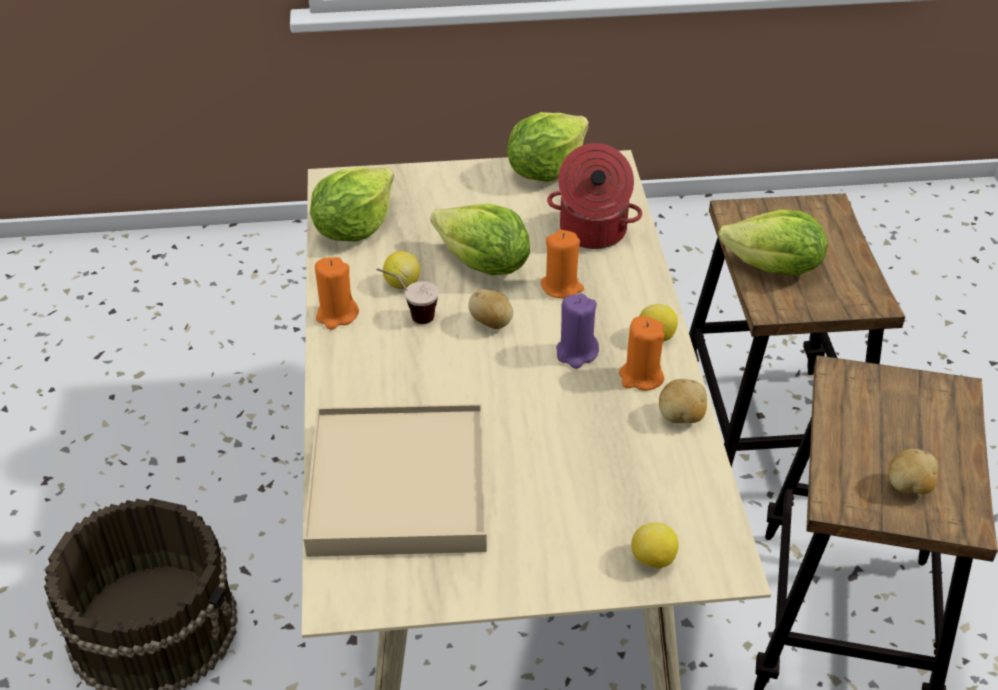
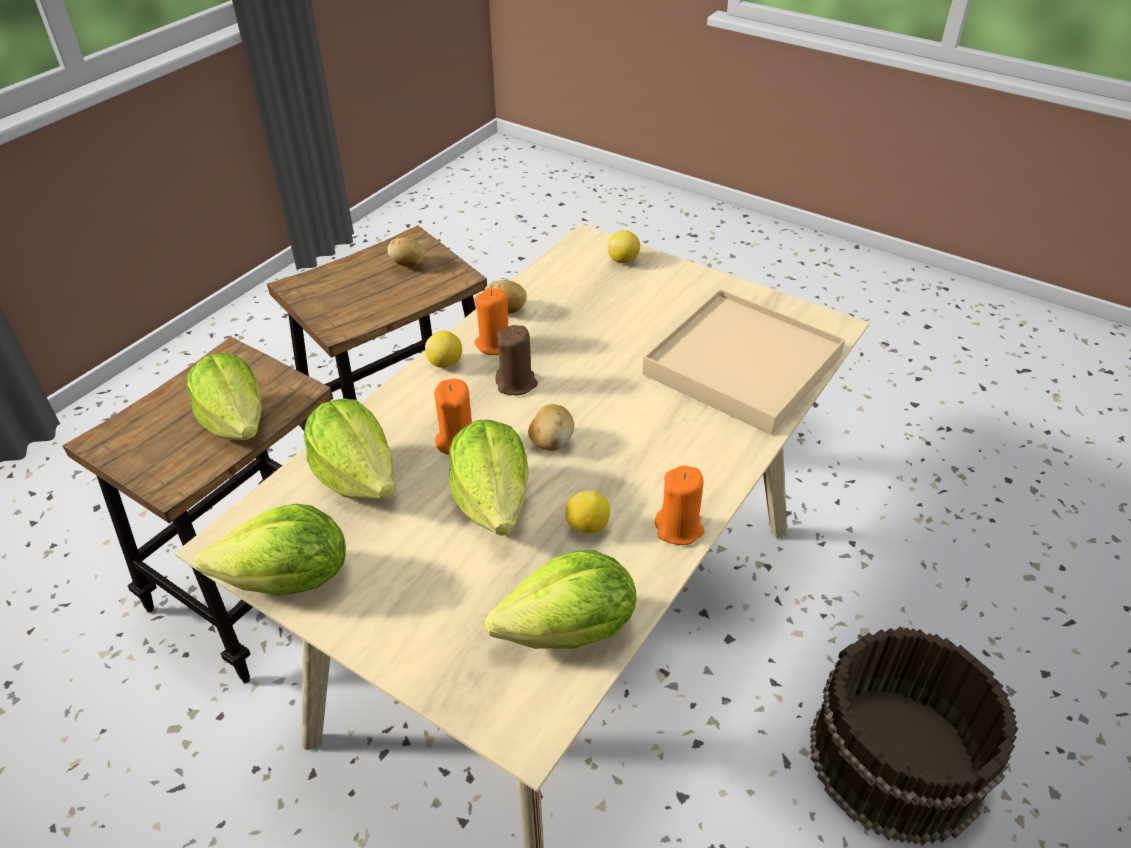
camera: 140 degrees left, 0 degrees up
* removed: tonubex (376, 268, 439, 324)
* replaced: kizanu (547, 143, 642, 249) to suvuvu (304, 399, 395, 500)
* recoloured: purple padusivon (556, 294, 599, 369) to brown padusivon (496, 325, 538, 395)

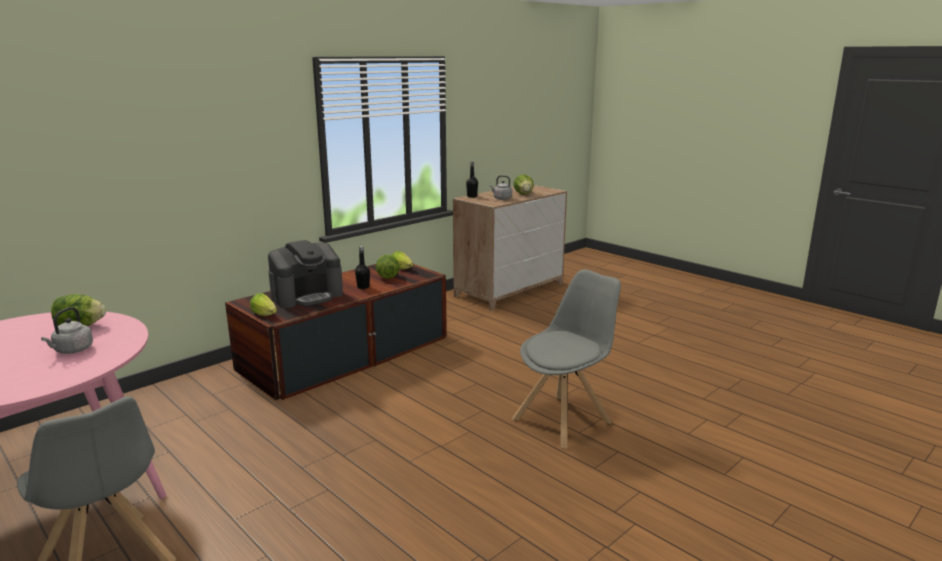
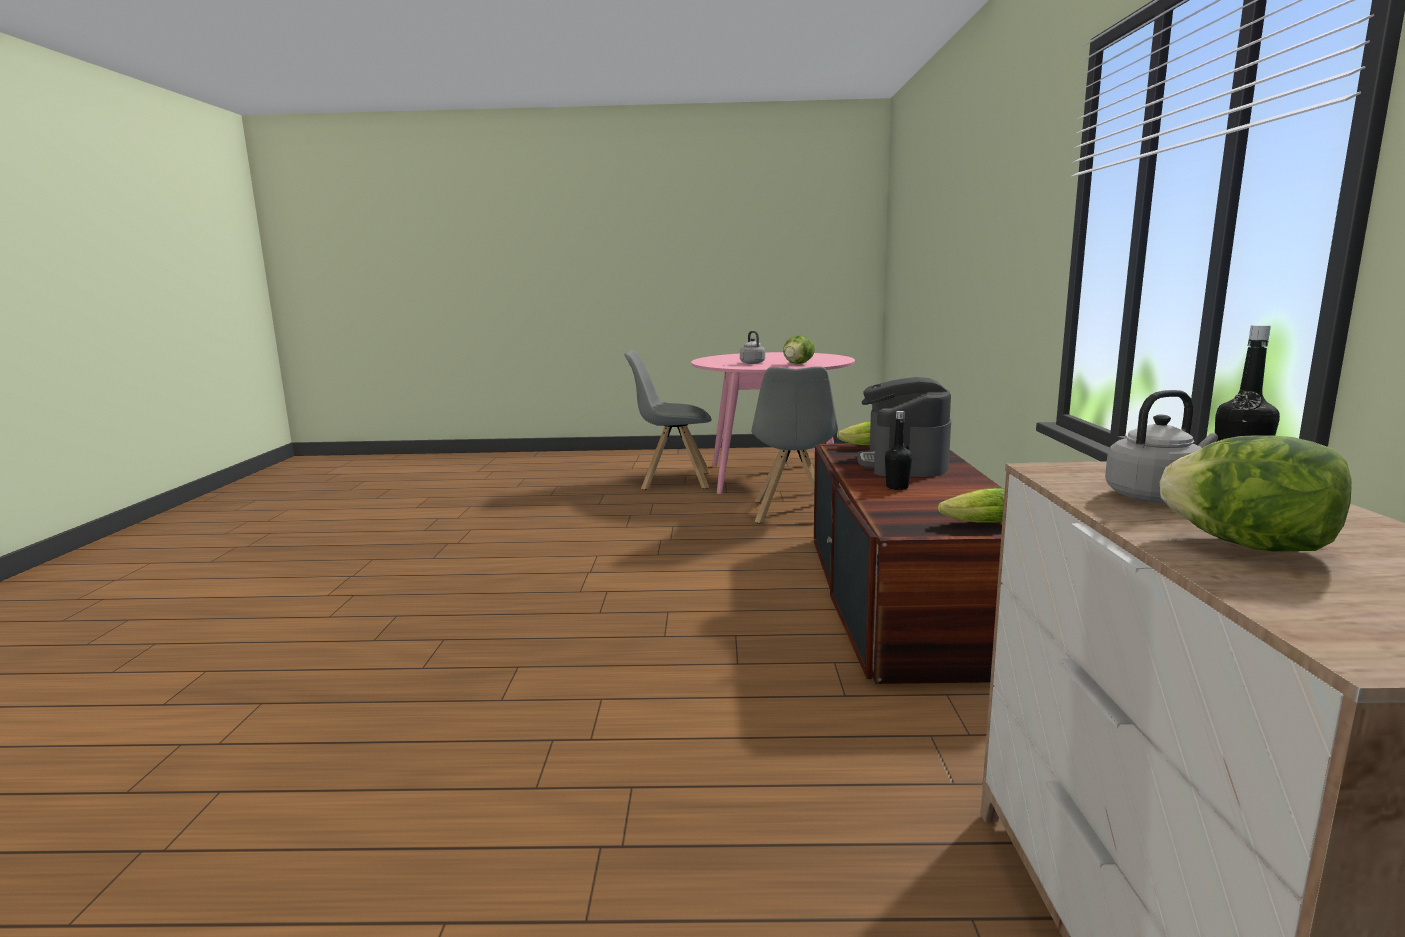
camera: 135 degrees right, 5 degrees down
* removed: suvuvu (376, 255, 400, 279)
* moved: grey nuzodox (512, 269, 621, 449) to (751, 366, 838, 523)

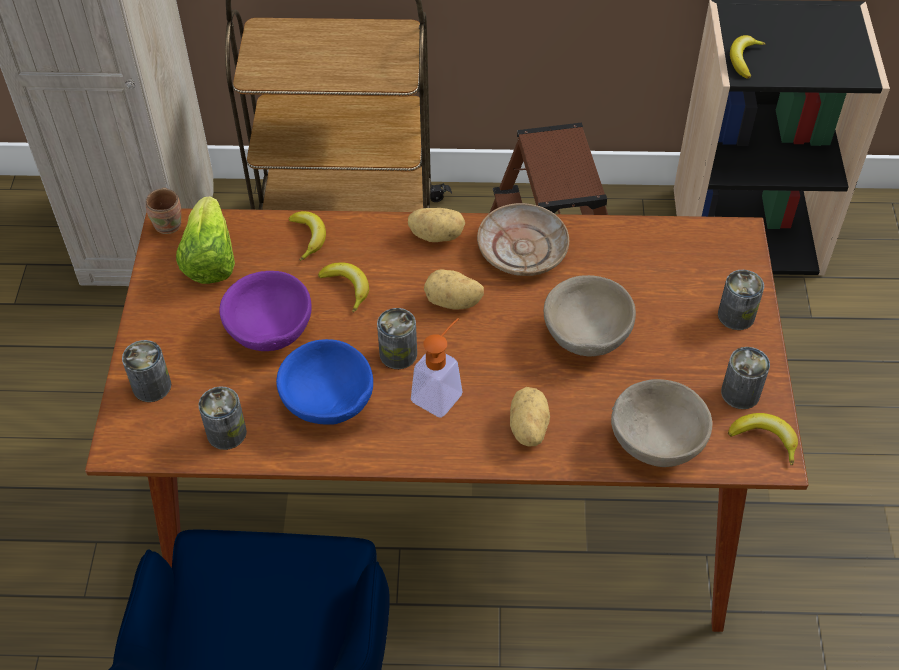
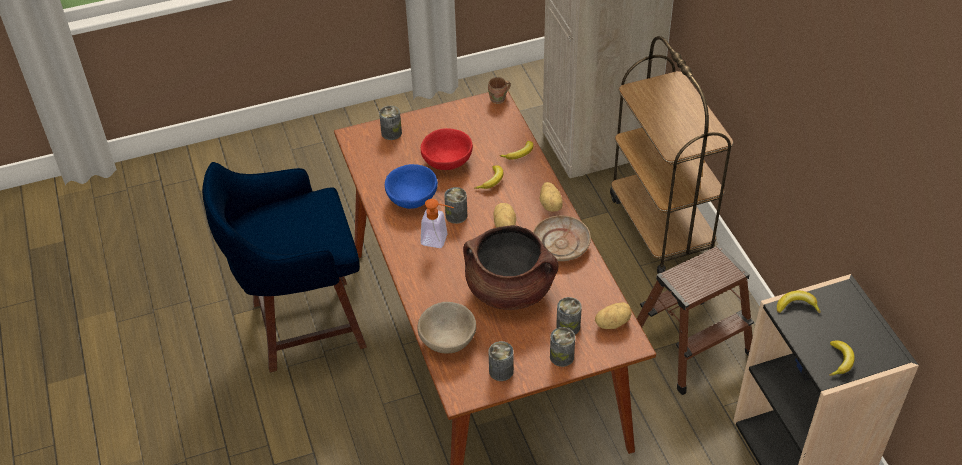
camera: 70 degrees right, 5 degrees down
* removed: suvuvu (176, 197, 235, 284)
* moved: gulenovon (198, 386, 247, 450) to (556, 297, 582, 335)
* recoloured: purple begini (220, 271, 312, 351) to red begini (421, 128, 473, 170)
* moved: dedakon (510, 387, 550, 447) to (595, 302, 632, 329)
* replaced: beige begini (544, 275, 636, 357) to brown kizanu (463, 225, 558, 310)
* moved: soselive (728, 413, 798, 465) to (829, 340, 855, 376)

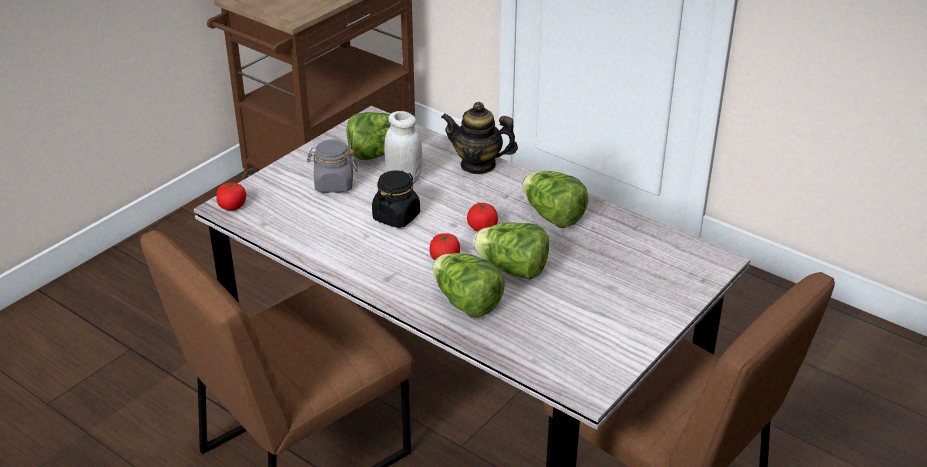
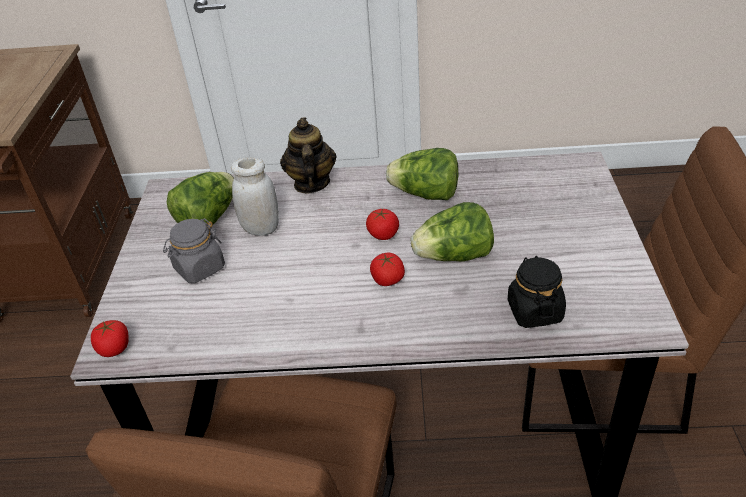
camera: 35 degrees left, 5 degrees up
* moved: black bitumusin (372, 171, 420, 228) to (508, 256, 566, 328)
* removed: suvuvu (432, 253, 505, 318)
* turned: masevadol (441, 102, 518, 174) = (280, 117, 337, 193) 105 degrees clockwise

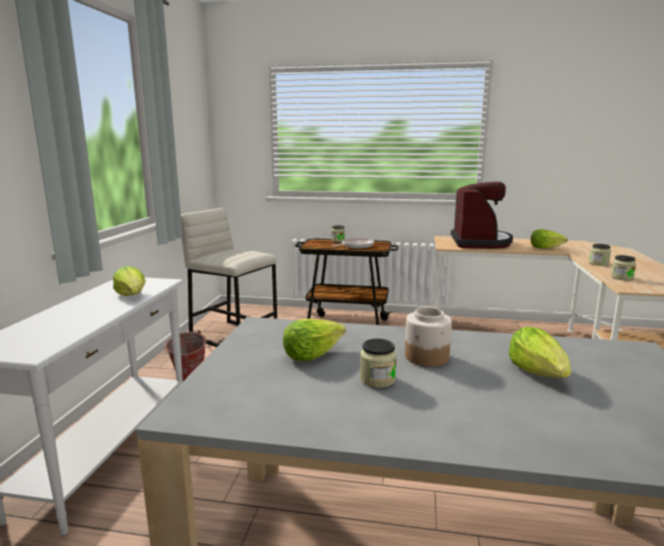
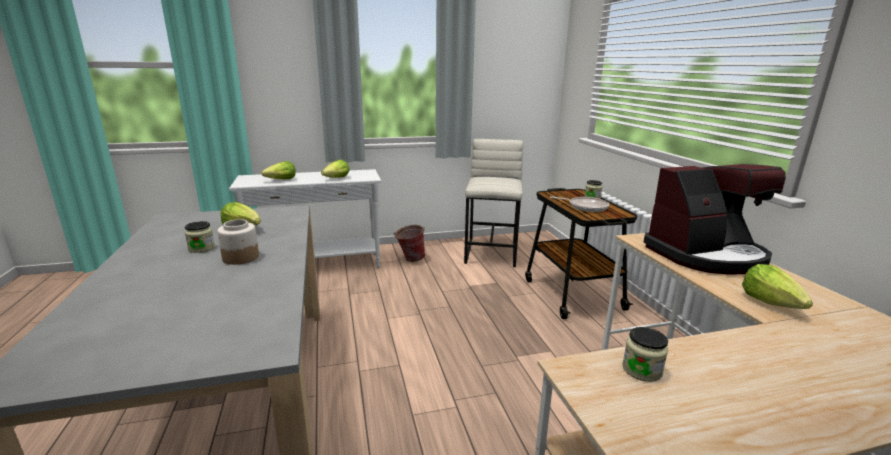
camera: 65 degrees right, 5 degrees up
* moved: suvuvu (509, 327, 571, 378) to (261, 161, 296, 179)
* removed: bitumusin (589, 244, 611, 266)

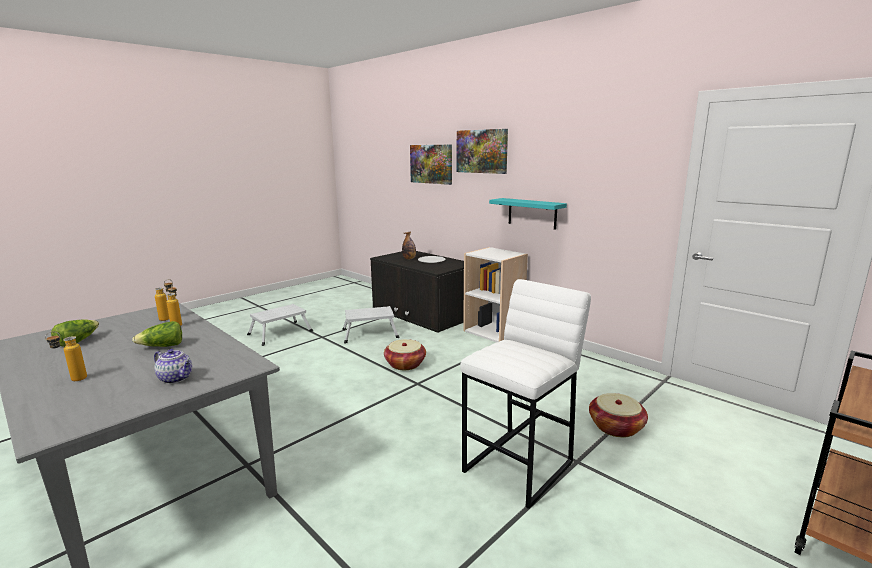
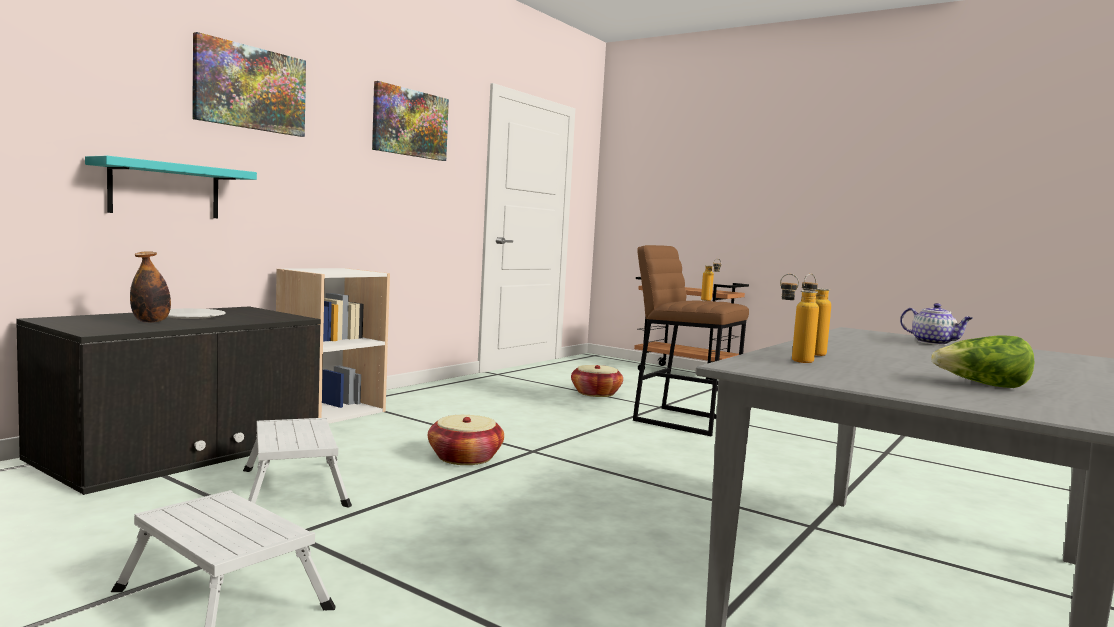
camera: 100 degrees left, 10 degrees down
* moved: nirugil (45, 331, 87, 381) to (701, 259, 721, 301)
* removed: suvuvu (132, 321, 182, 347)
* turned: masevadol (154, 349, 192, 384) = (900, 303, 973, 345) 120 degrees clockwise
* moved: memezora (410, 145, 452, 185) to (372, 81, 449, 161)
* recoloured: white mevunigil (460, 279, 591, 509) to brown mevunigil (633, 245, 749, 436)
* moved: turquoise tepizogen (489, 198, 567, 230) to (85, 156, 257, 218)

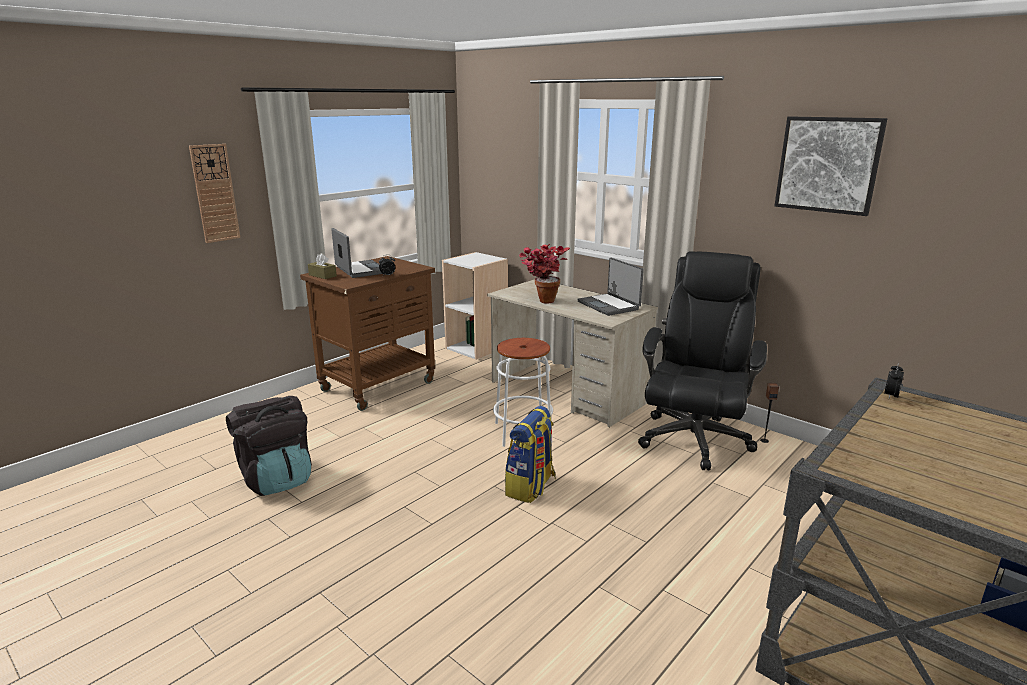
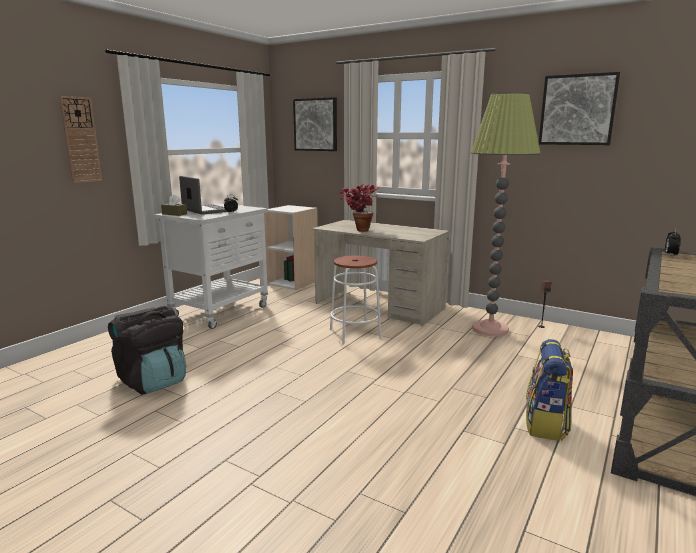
camera: 10 degrees left, 5 degrees down
* recoloured: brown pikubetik (300, 256, 435, 411) to white pikubetik (154, 204, 268, 329)
* moved: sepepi (505, 406, 556, 503) to (526, 339, 573, 441)
* removed: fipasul (577, 258, 644, 316)
* replaced: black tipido (638, 252, 767, 470) to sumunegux (471, 92, 541, 337)
* added: memezora (293, 97, 337, 151)

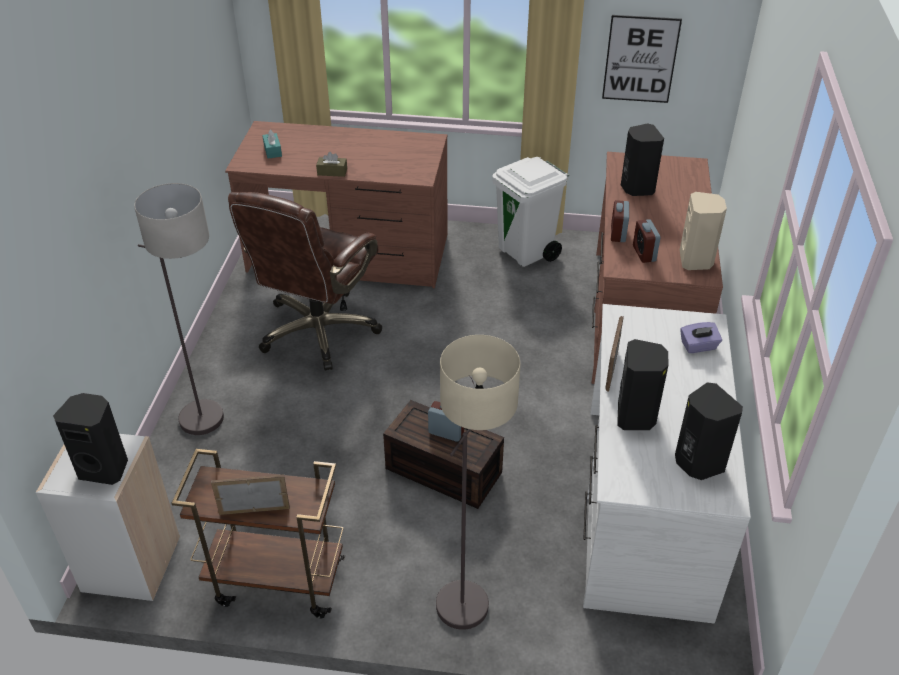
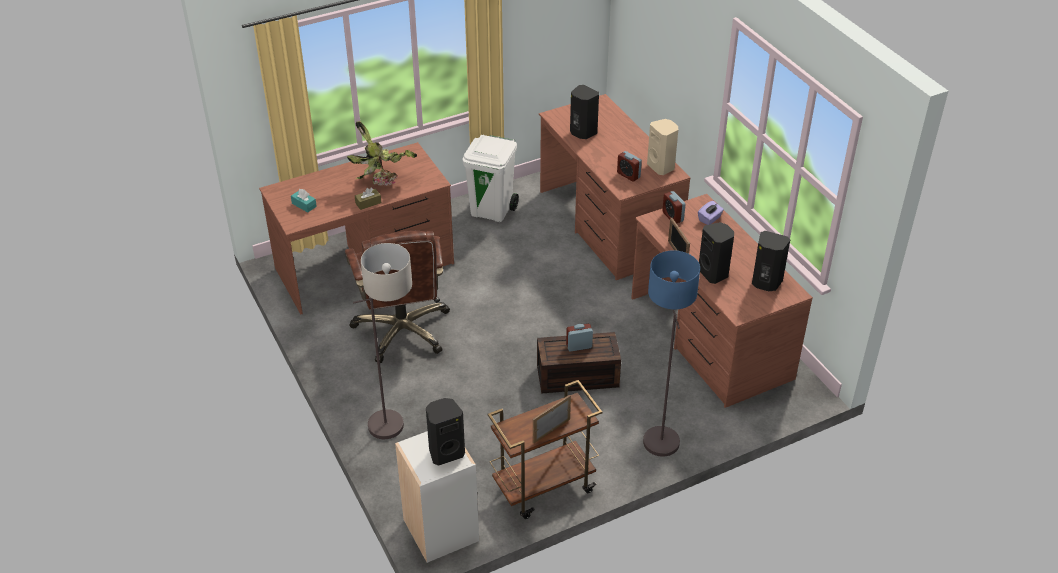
camera: 35 degrees left, 0 degrees up
* recoloured: beige sumunegux (436, 335, 520, 630) to blue sumunegux (643, 250, 700, 457)
* recoloured: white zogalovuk (583, 304, 751, 623) to brown zogalovuk (631, 194, 813, 408)
* removed: memezora (602, 15, 682, 103)
* moved: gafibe (611, 200, 629, 242) to (662, 191, 686, 224)
* added: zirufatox (347, 121, 417, 186)

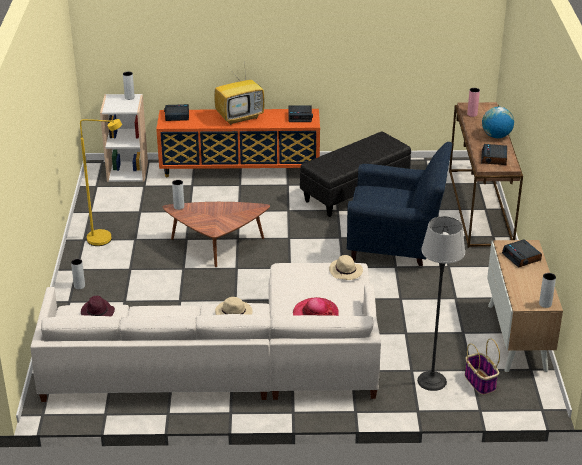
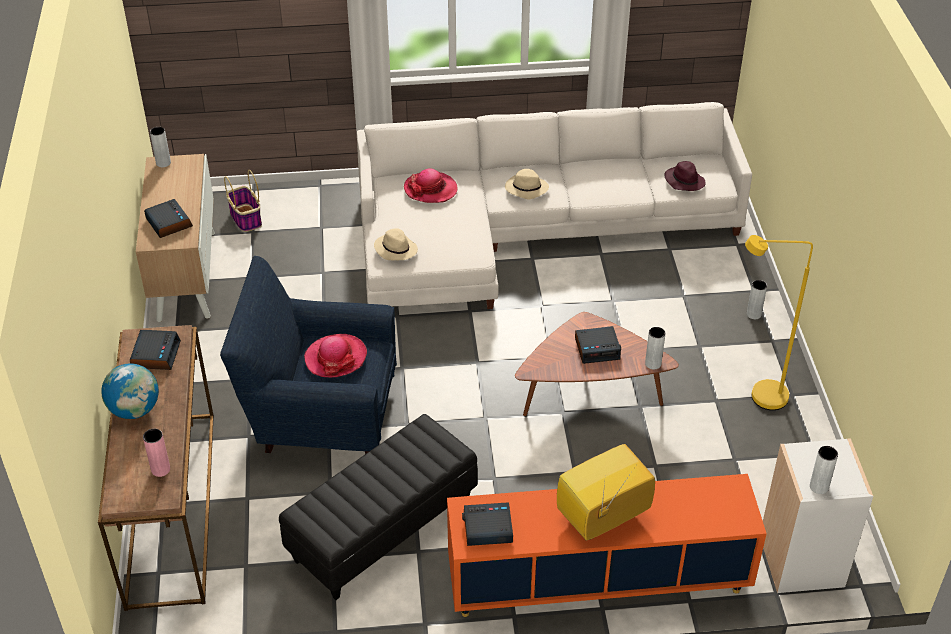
camera: 175 degrees right, 10 degrees up
* moved: gafibe (164, 104, 189, 121) to (575, 326, 621, 364)
* removed: sumunegux (417, 216, 465, 391)
* added: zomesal (304, 334, 367, 377)

